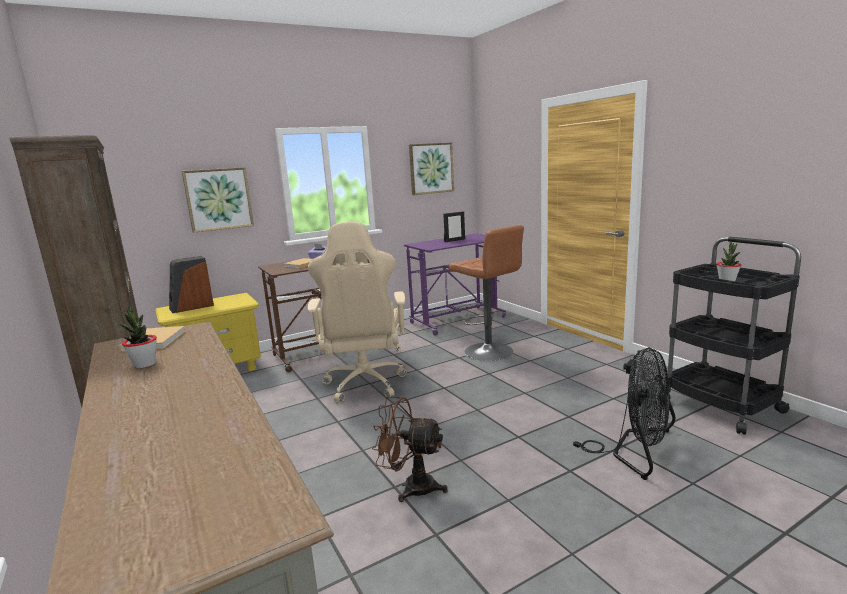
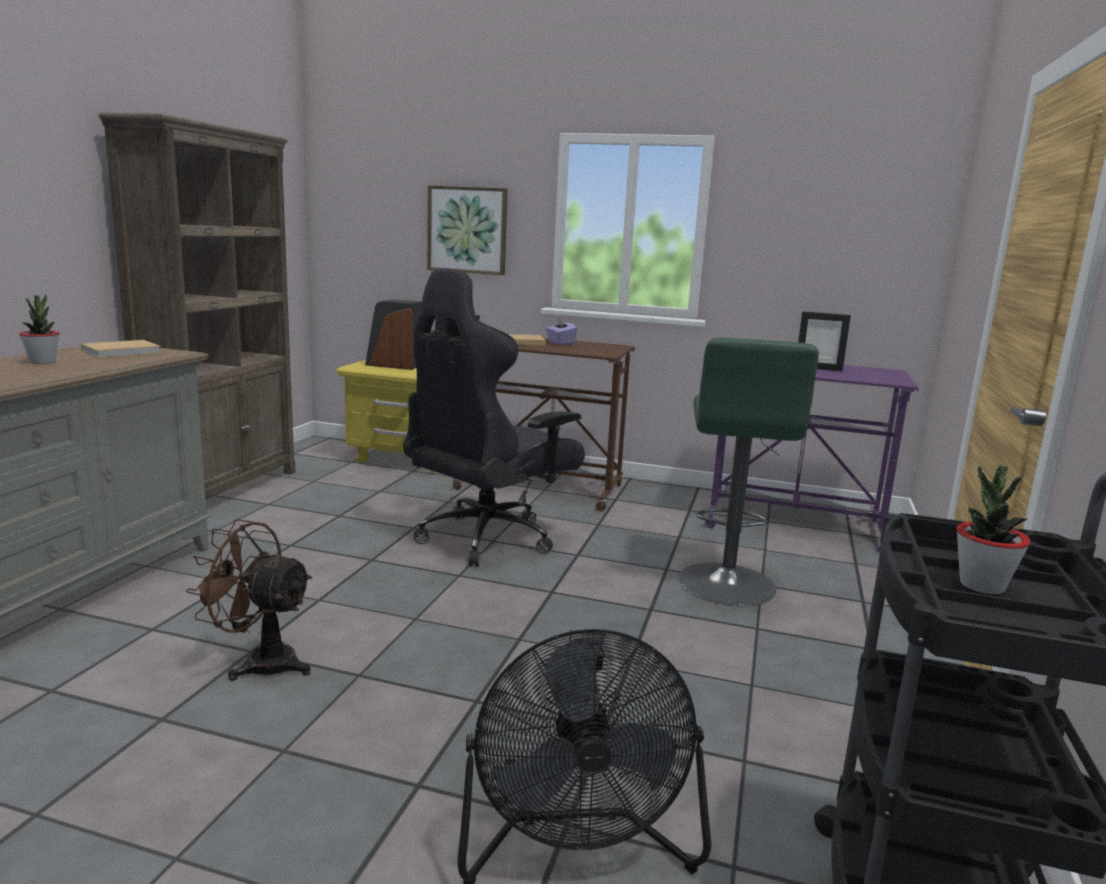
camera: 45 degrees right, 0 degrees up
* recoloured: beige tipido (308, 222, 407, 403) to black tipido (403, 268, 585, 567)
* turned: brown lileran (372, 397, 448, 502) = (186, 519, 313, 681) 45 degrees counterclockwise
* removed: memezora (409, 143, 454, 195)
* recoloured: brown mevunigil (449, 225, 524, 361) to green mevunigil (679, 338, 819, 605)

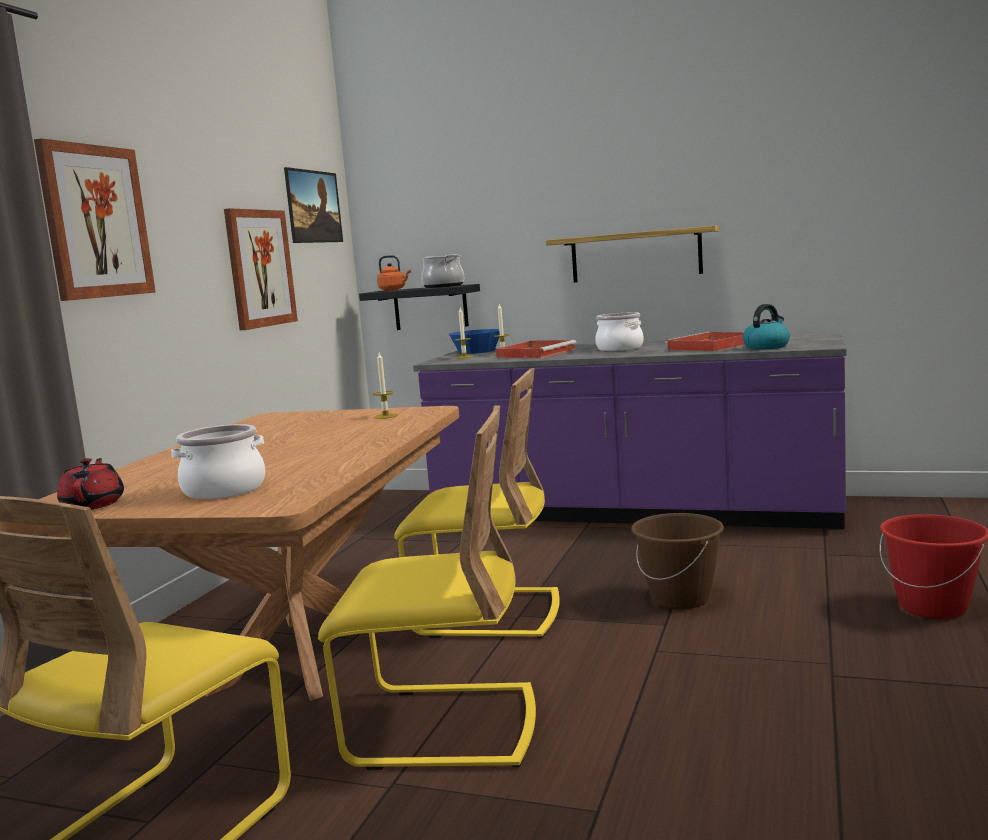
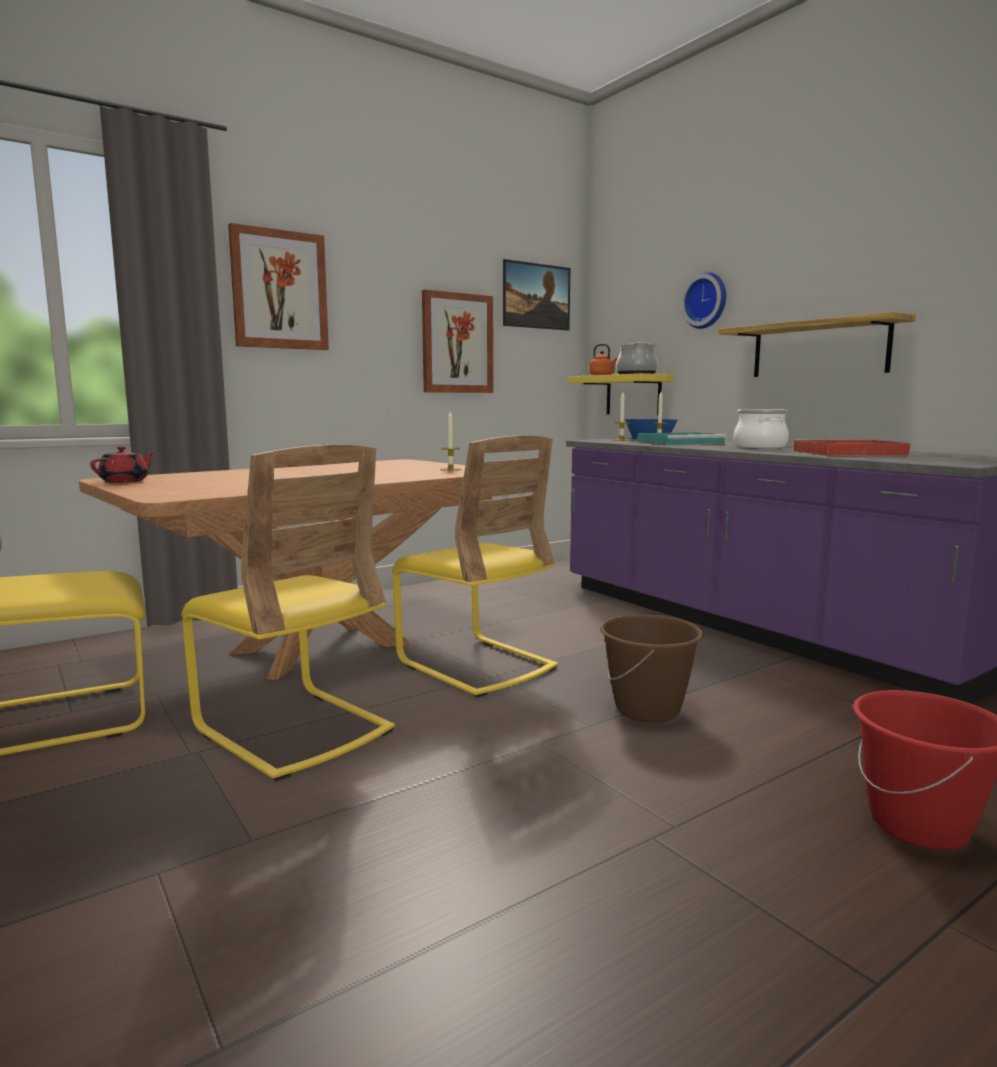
camera: 35 degrees right, 0 degrees up
* removed: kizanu (171, 424, 265, 499)
* recoloured: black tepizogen (359, 284, 480, 330) to yellow tepizogen (568, 373, 673, 416)
* recoloured: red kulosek (496, 340, 577, 358) to turquoise kulosek (637, 432, 727, 445)
* removed: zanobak (743, 304, 790, 350)
* added: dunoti (681, 272, 726, 329)

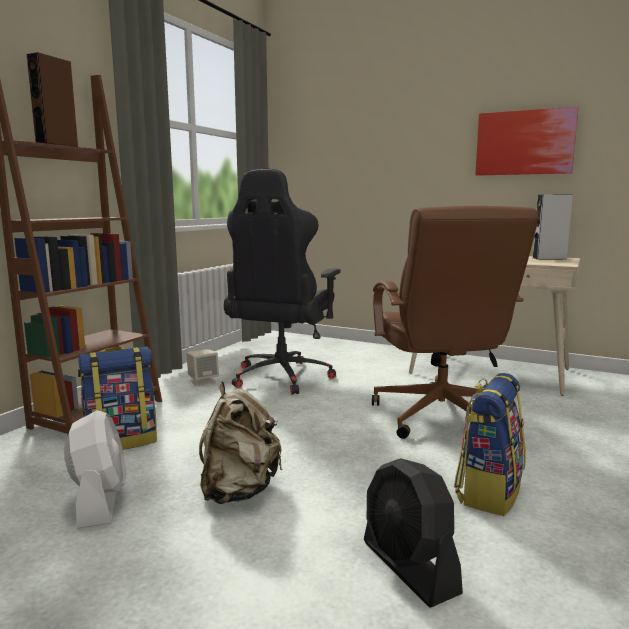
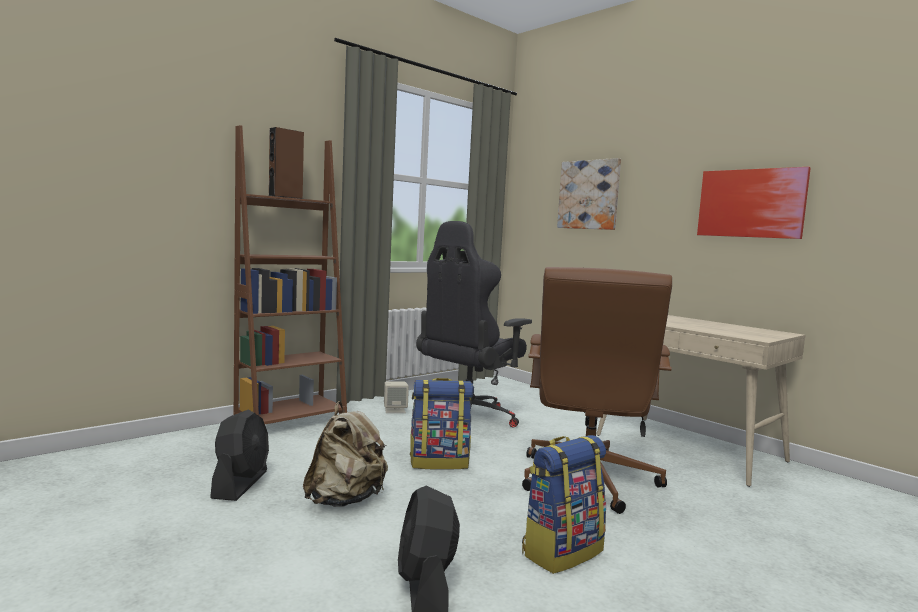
camera: 20 degrees right, 5 degrees down
* recoloured: white lileran (64, 410, 126, 529) to black lileran (210, 410, 269, 501)
* moved: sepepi (78, 347, 157, 450) to (410, 378, 474, 469)
* removed: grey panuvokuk (533, 195, 573, 259)
* added: memezora (557, 158, 621, 230)

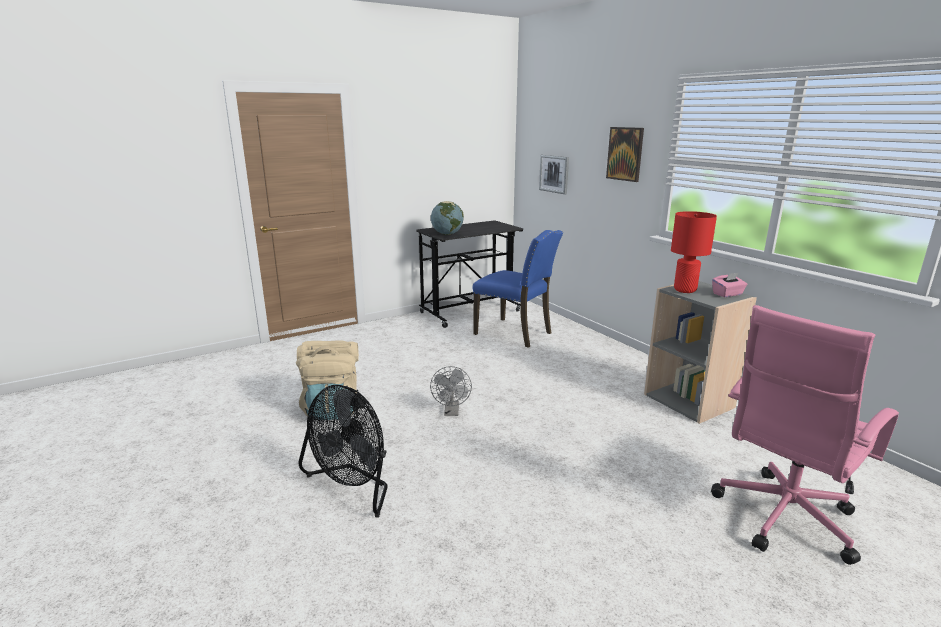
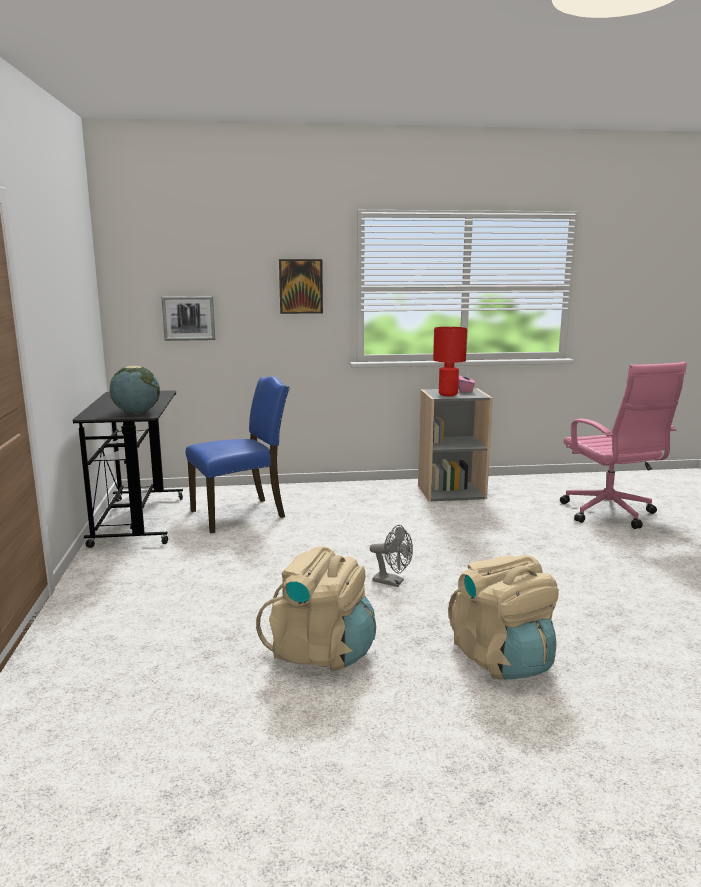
camera: 65 degrees left, 5 degrees down
* replaced: black lileran (298, 385, 388, 518) to beige sepepi (449, 555, 559, 680)

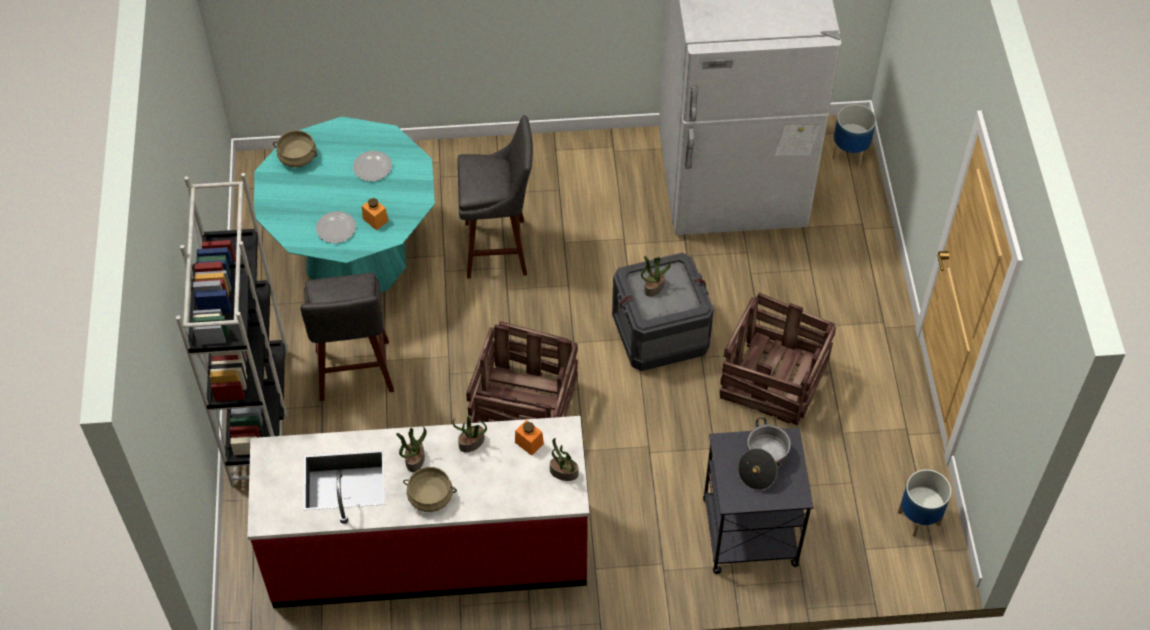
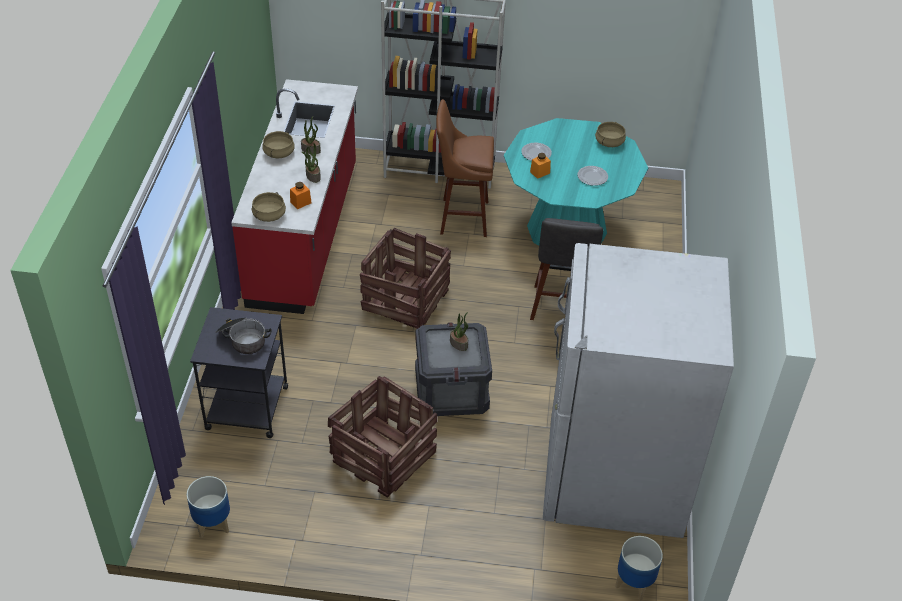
camera: 100 degrees right, 10 degrees down
* recoloured: grey mevunigil (300, 273, 394, 401) to brown mevunigil (436, 99, 494, 237)
* replaced: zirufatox (550, 438, 579, 481) to beige kizanu (252, 192, 286, 222)

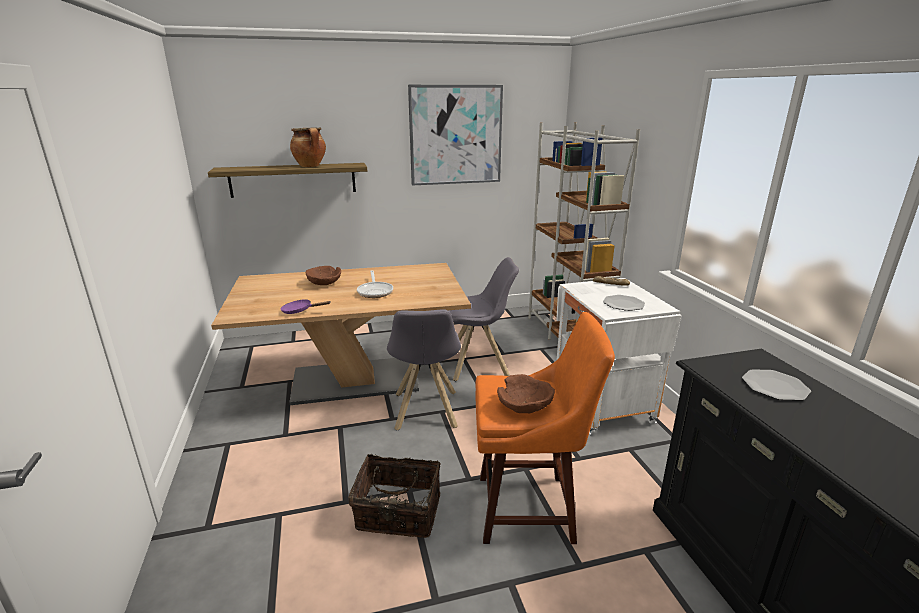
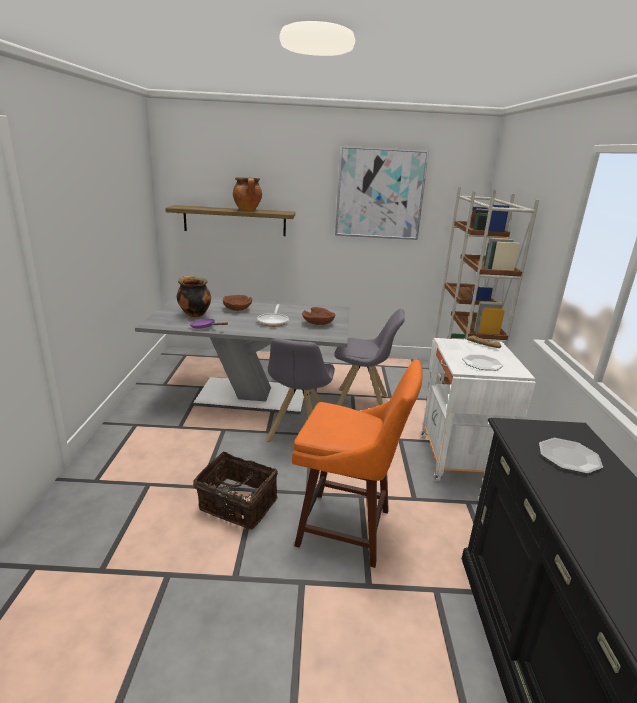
camera: 15 degrees right, 0 degrees up
* recoloured: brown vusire (211, 263, 471, 405) to grey vusire (135, 295, 349, 414)
* moved: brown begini (497, 374, 555, 413) to (302, 307, 335, 325)
* added: kizanu (177, 276, 211, 318)

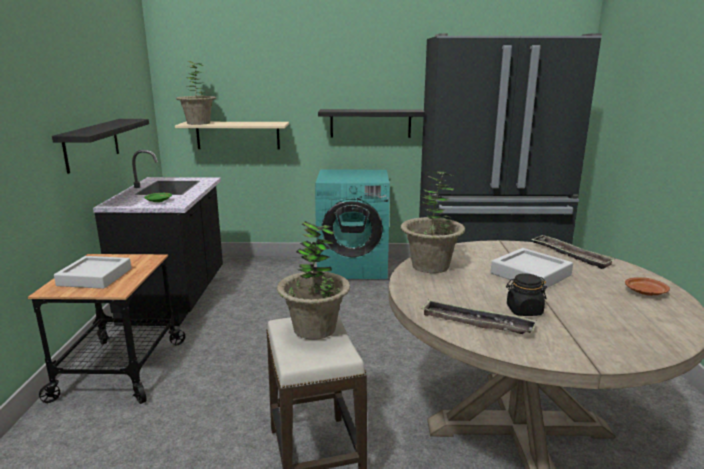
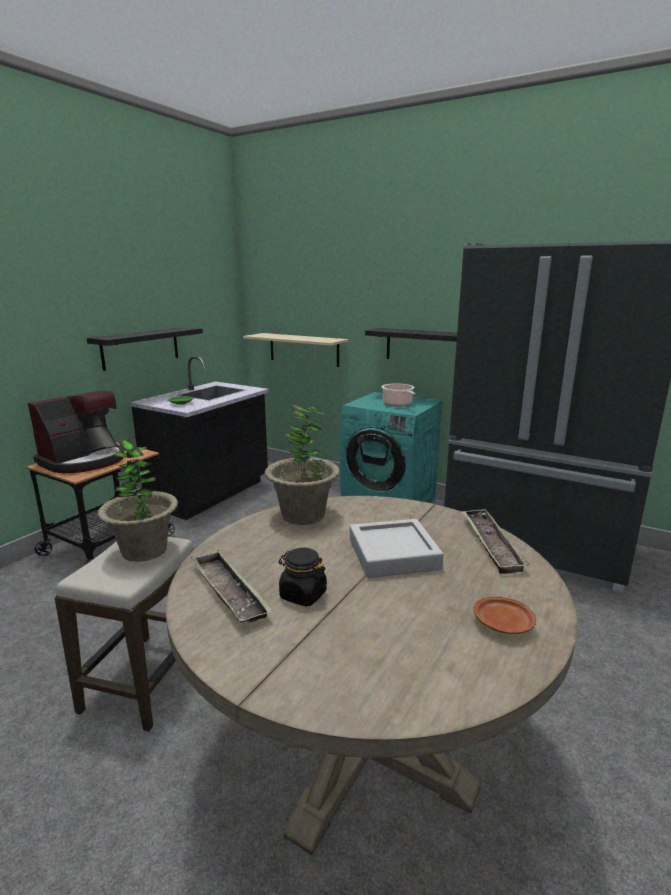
camera: 30 degrees right, 0 degrees up
* replaced: grey kulosek (54, 256, 131, 289) to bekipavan (28, 391, 124, 473)
* removed: zirufatox (176, 61, 216, 125)
* added: kizanu (381, 384, 415, 407)

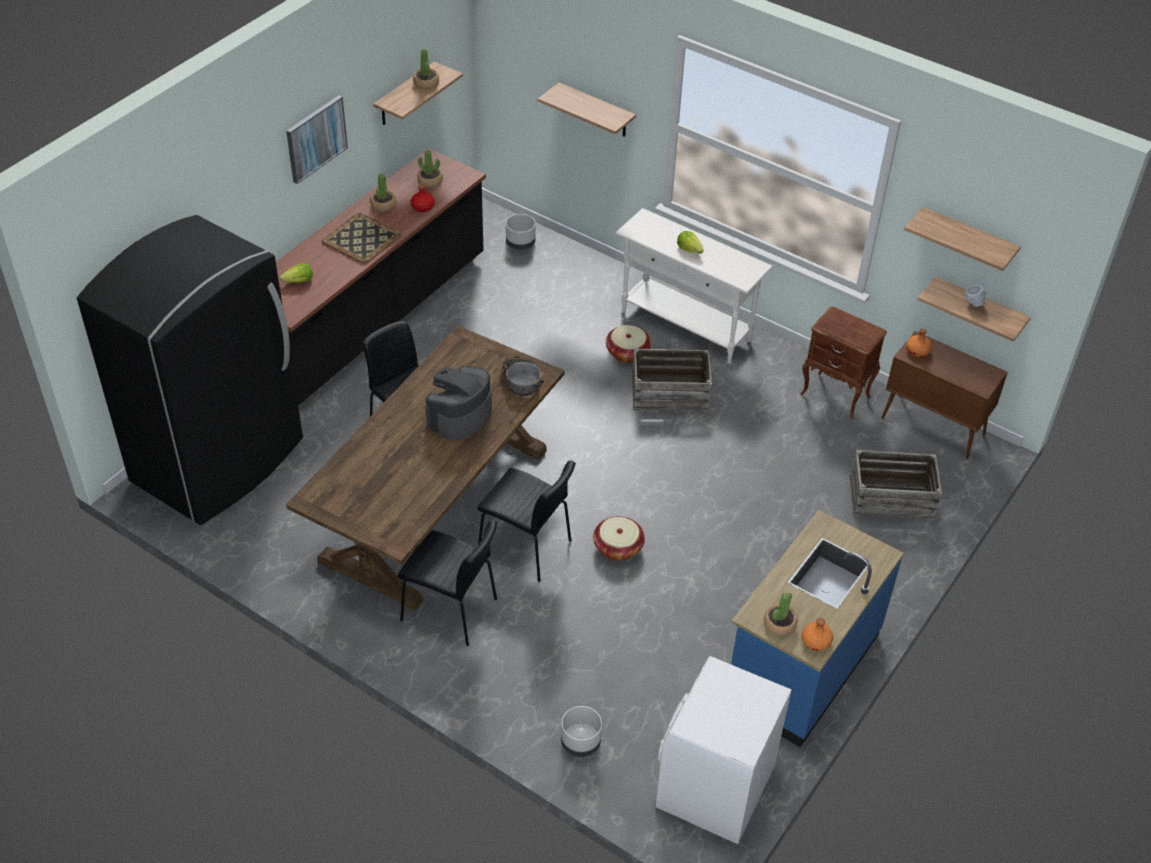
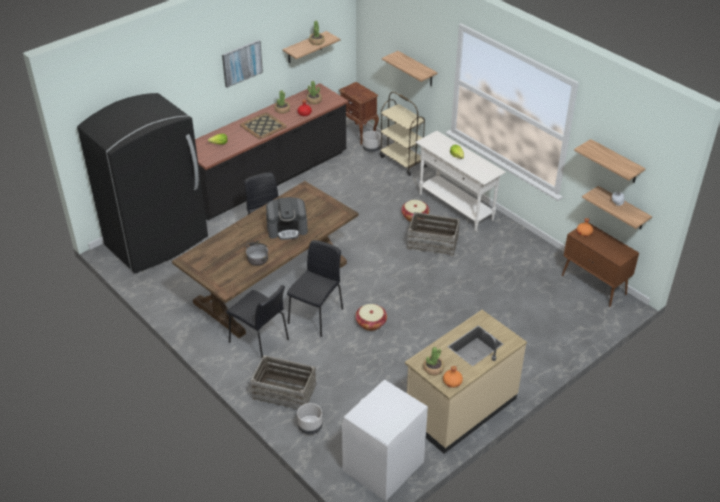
camera: 15 degrees right, 5 degrees down
* turned: bekipavan (425, 365, 492, 440) = (266, 197, 308, 240) 150 degrees counterclockwise
* turned: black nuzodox (477, 461, 576, 582) = (287, 240, 343, 337) 105 degrees counterclockwise
* moved: kizanu (502, 356, 545, 396) to (246, 241, 268, 266)
* recoloured: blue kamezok (731, 510, 904, 747) to beige kamezok (405, 310, 527, 454)
* moved: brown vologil (800, 306, 887, 420) to (339, 82, 379, 145)
* moved: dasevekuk (850, 450, 942, 521) to (250, 355, 316, 409)
* added: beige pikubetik (380, 92, 427, 176)

